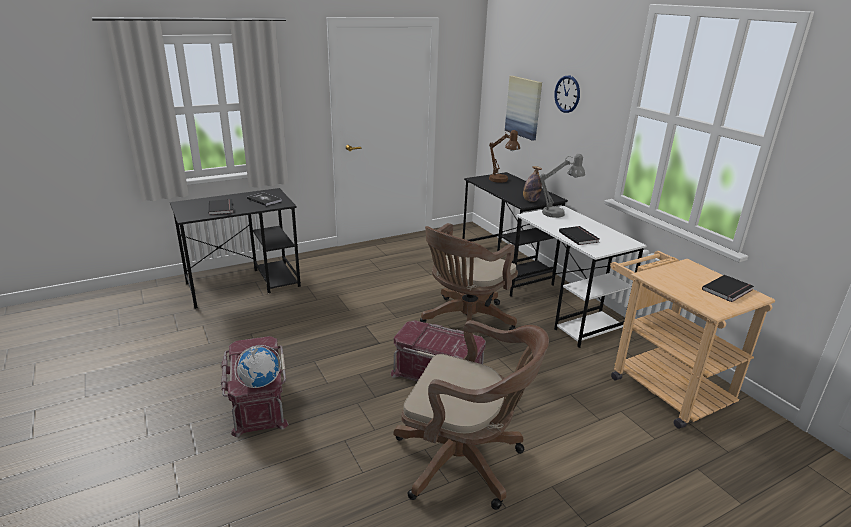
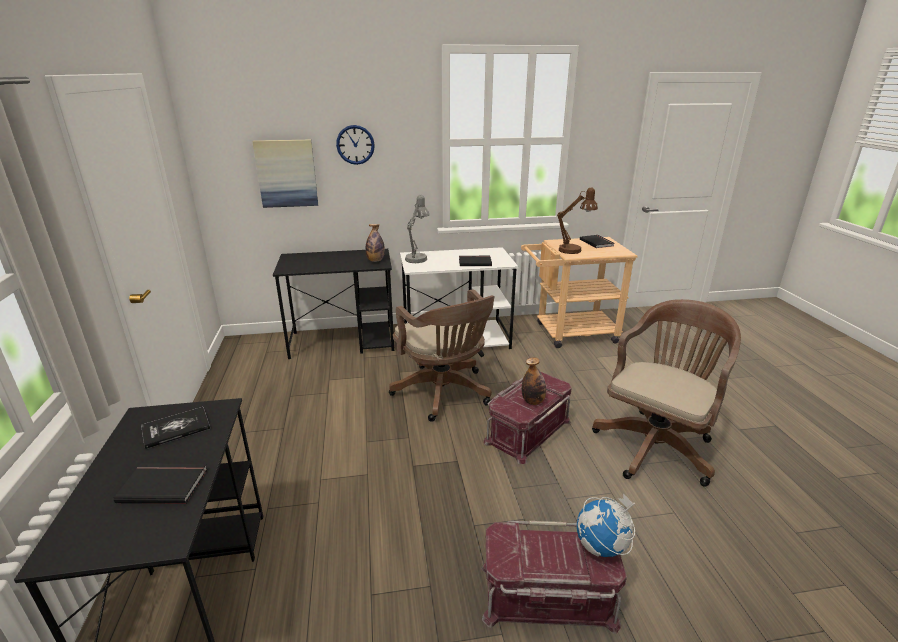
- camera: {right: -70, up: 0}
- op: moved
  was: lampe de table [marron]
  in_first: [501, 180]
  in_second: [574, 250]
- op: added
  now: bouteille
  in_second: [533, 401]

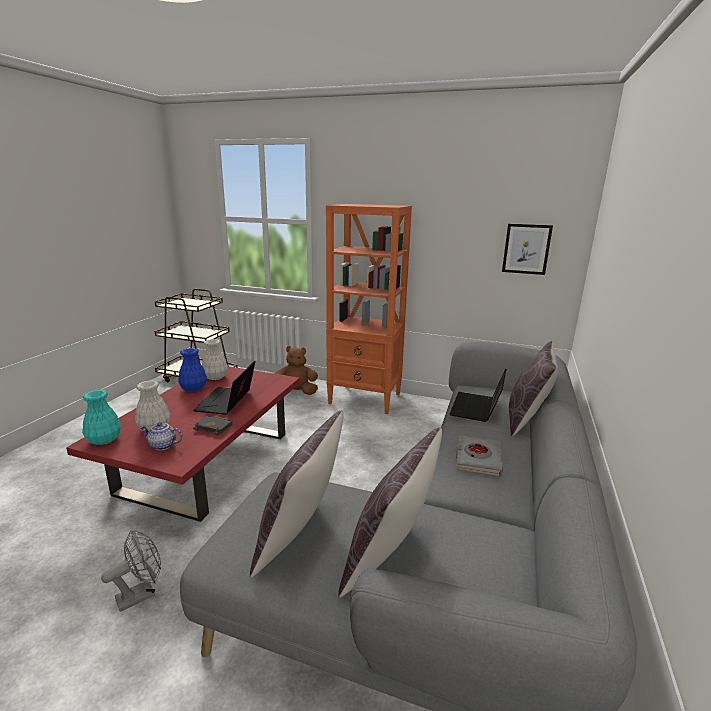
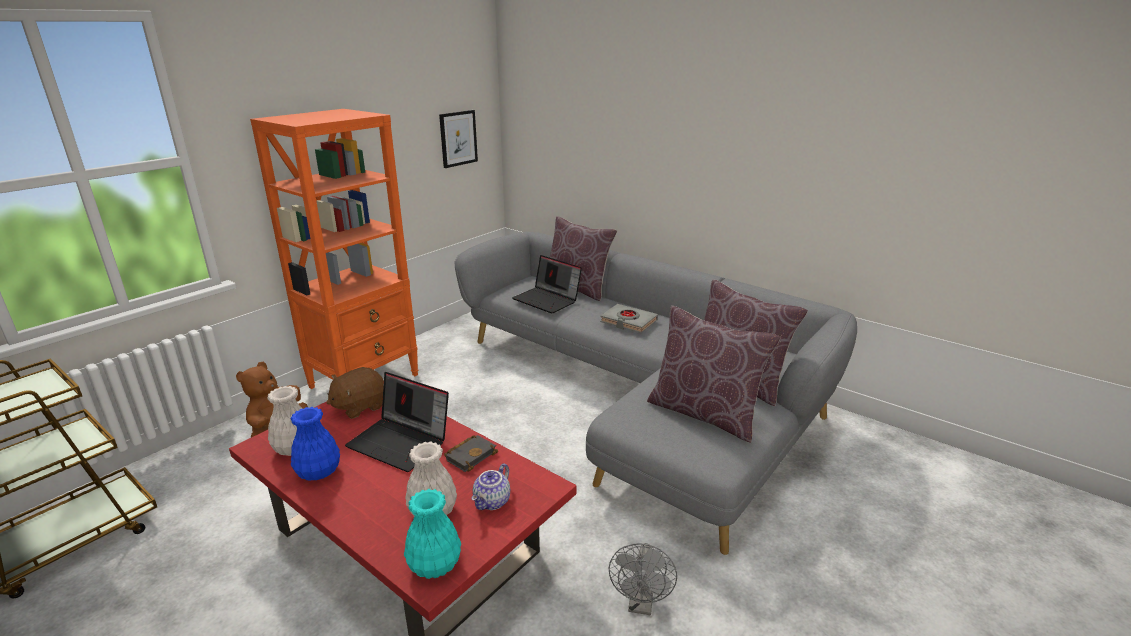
- camera: {right: -70, up: 5}
- op: turned
  was: ventilateur [gris]
  in_first: [141, 594]
  in_second: [641, 604]
  clockwise: -150
- op: added
  now: peluche [marron]
  in_second: [359, 406]

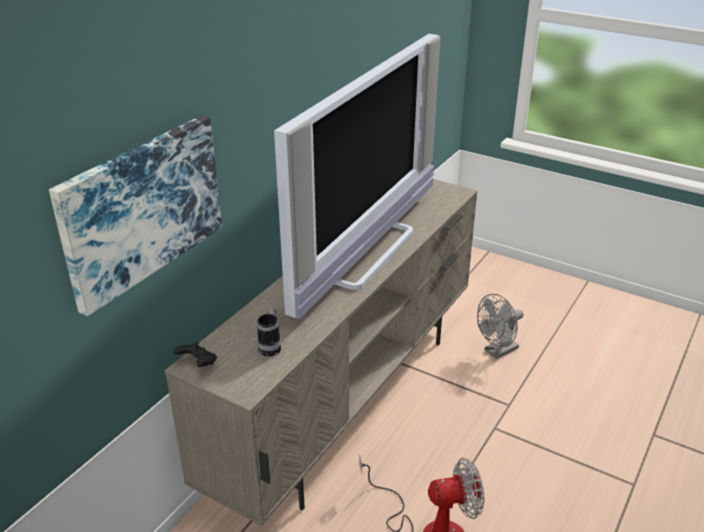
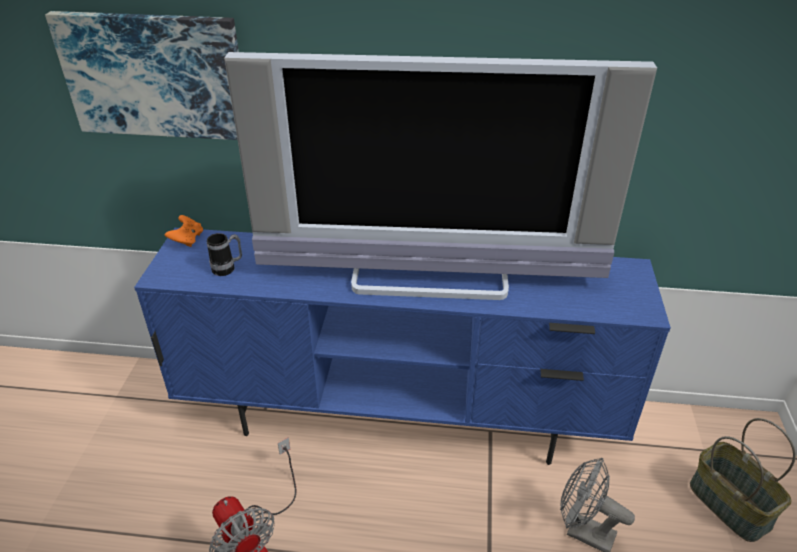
- camera: {right: 65, up: 5}
- op: recoloured
  was: meuble télé [beige]
  now: meuble télé [bleu]
  in_first: [350, 402]
  in_second: [401, 418]
- op: recoloured
  was: manette [noir]
  now: manette [orange]
  in_first: [198, 364]
  in_second: [187, 240]
- op: added
  now: panier
  in_second: [731, 505]

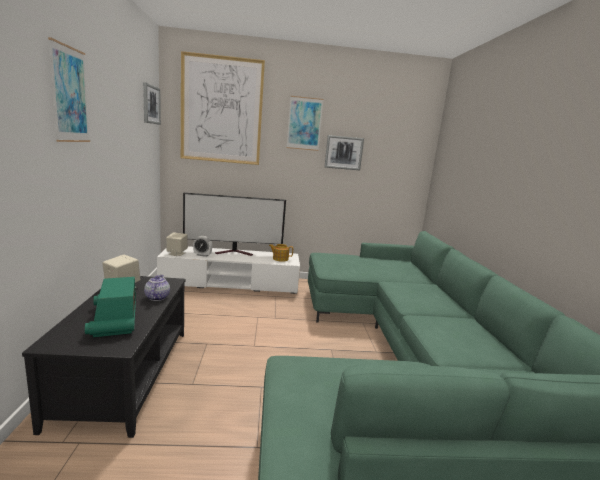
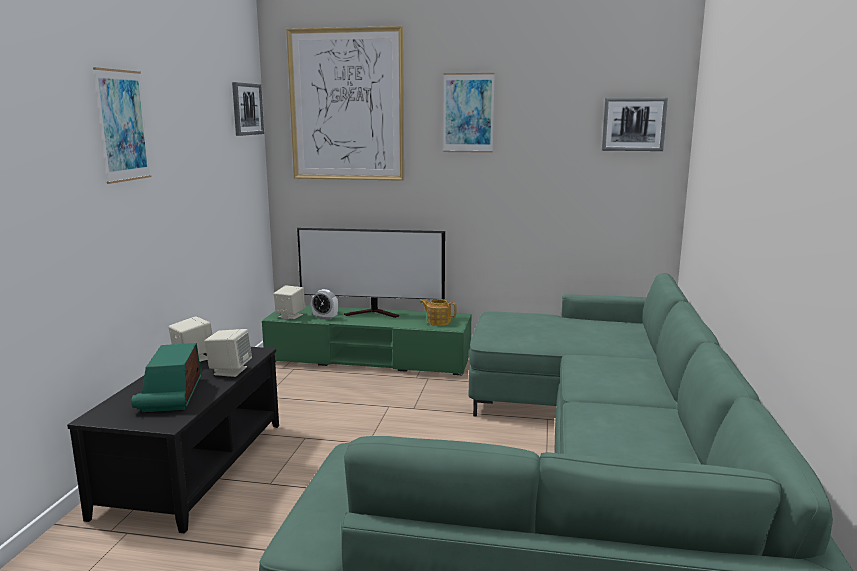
- camera: {right: 15, up: 0}
- op: replaced
  was: théière
  now: enceinte [beige]
  in_first: [157, 297]
  in_second: [230, 371]
- op: recoloured
  was: meuble télé [blanc]
  now: meuble télé [vert]
  in_first: [231, 283]
  in_second: [369, 358]
- op: moved
  was: tableau
  in_first: [343, 152]
  in_second: [633, 124]

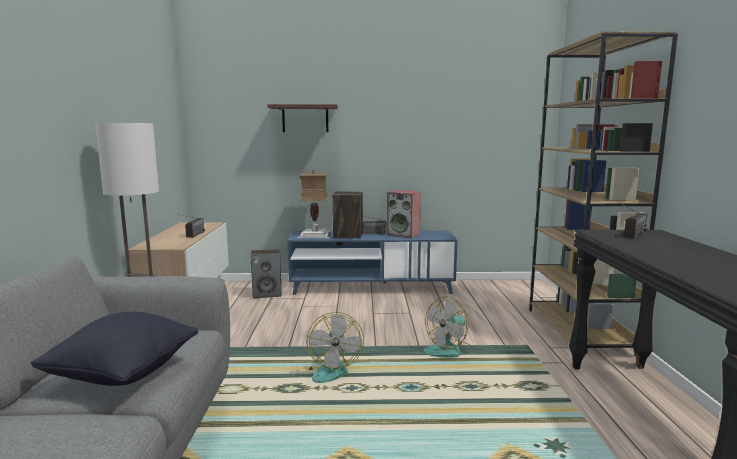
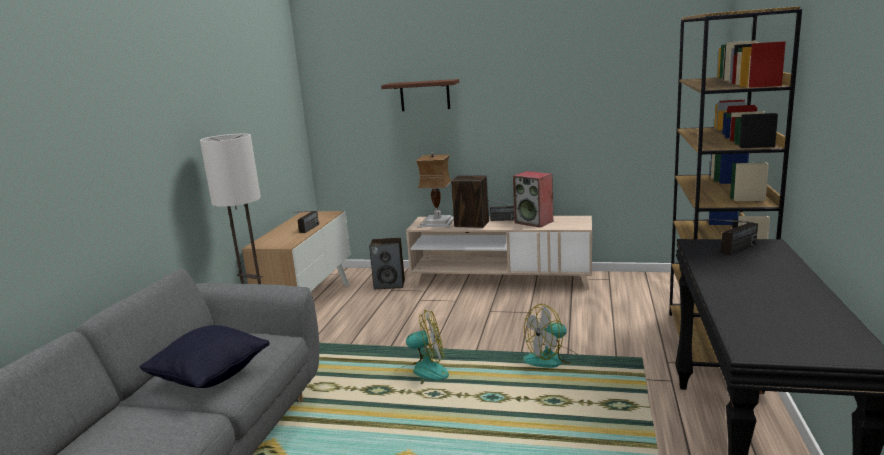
- camera: {right: 15, up: 5}
- op: recoloured
  was: meuble télé [bleu]
  now: meuble télé [beige]
  in_first: [372, 288]
  in_second: [501, 279]
- op: turned
  was: ventilateur
  in_first: [330, 370]
  in_second: [421, 373]
  clockwise: -105

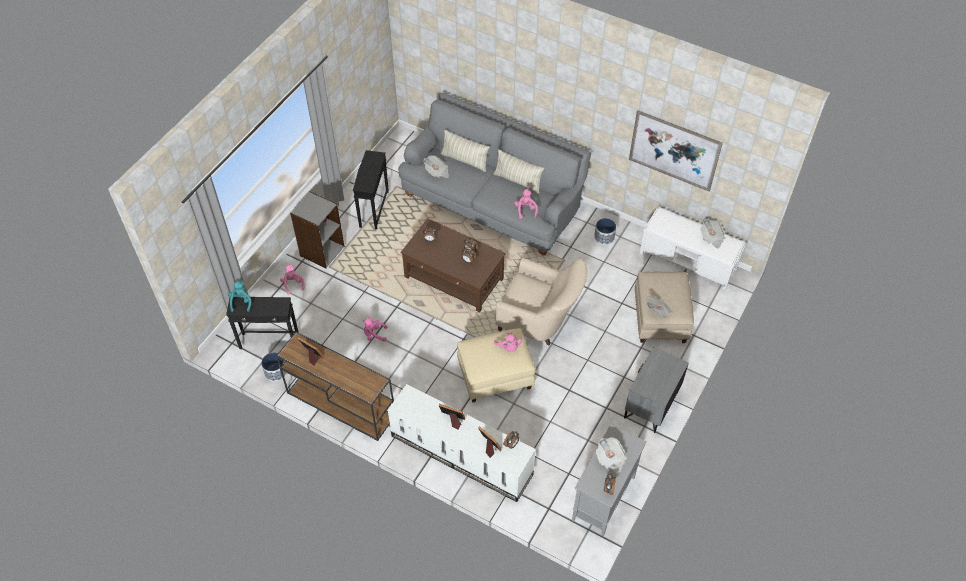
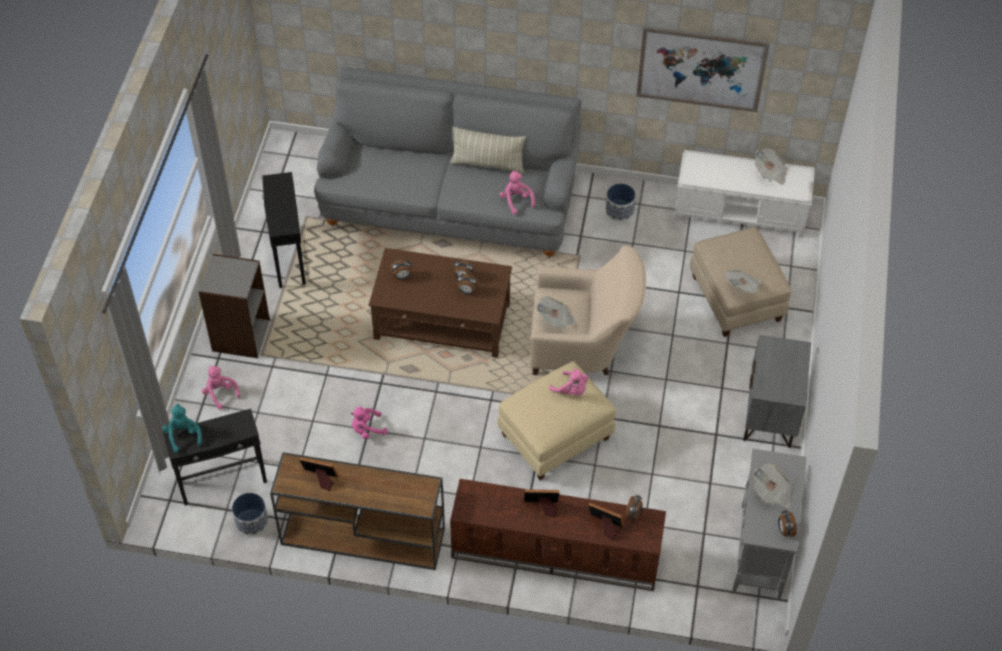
- camera: {right: -20, up: 0}
- op: recoloured
  was: meuble télé [blanc]
  now: meuble télé [marron]
  in_first: [460, 455]
  in_second: [554, 554]
- op: moved
  was: journal
  in_first: [437, 172]
  in_second: [556, 320]
- op: removed
  was: coussin
  in_first: [464, 160]

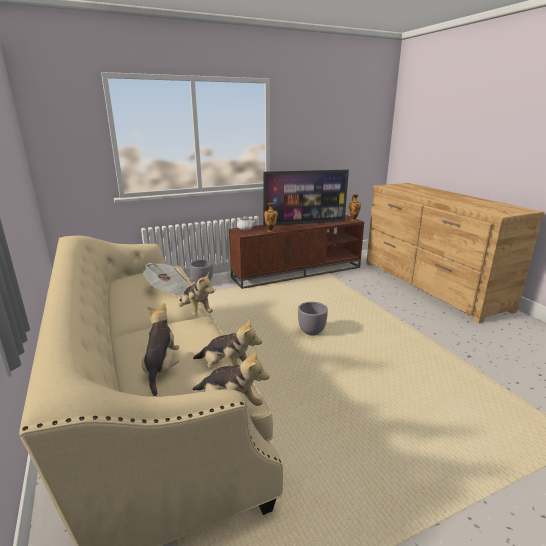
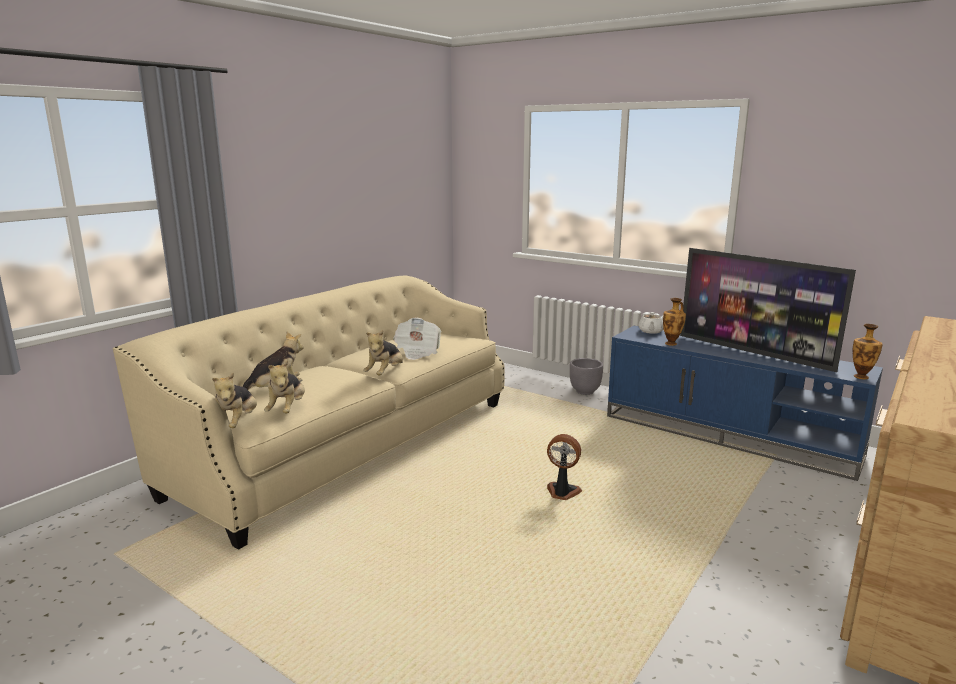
- camera: {right: 60, up: -5}
- op: recoloured
  was: meuble télé [marron]
  now: meuble télé [bleu]
  in_first: [297, 272]
  in_second: [729, 435]
- op: replaced
  was: cache-pot [gris]
  now: ventilateur
  in_first: [311, 332]
  in_second: [562, 492]

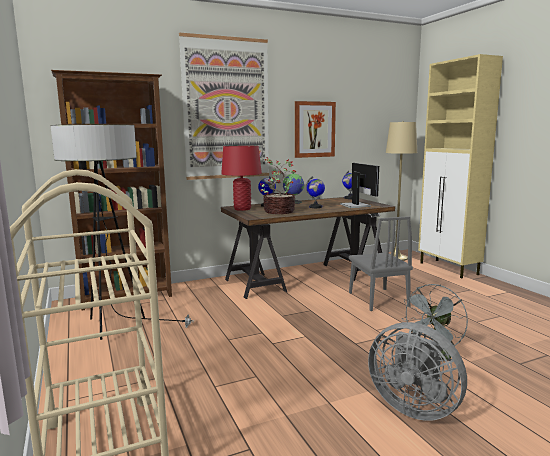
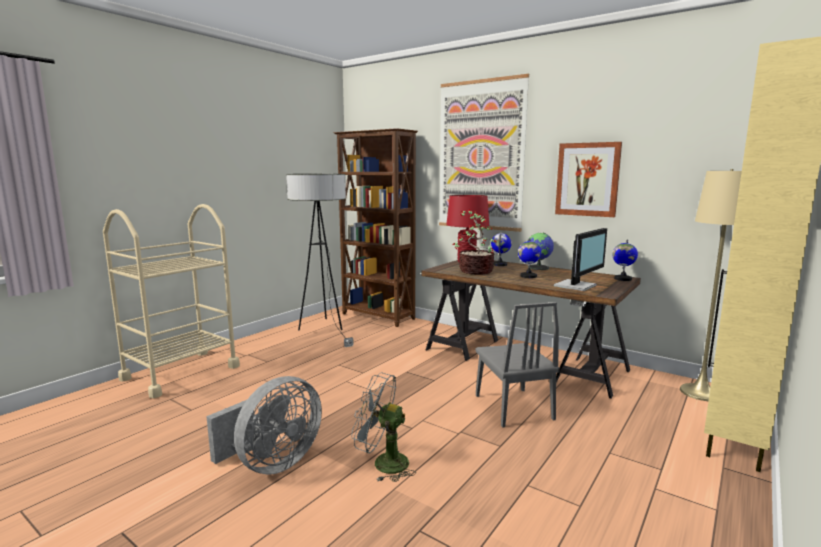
- camera: {right: 60, up: 0}
- op: turned
  was: chaise [gris]
  in_first: [378, 299]
  in_second: [513, 407]
  clockwise: -60
- op: turned
  was: ventilateur [gris]
  in_first: [413, 406]
  in_second: [272, 464]
  clockwise: -150

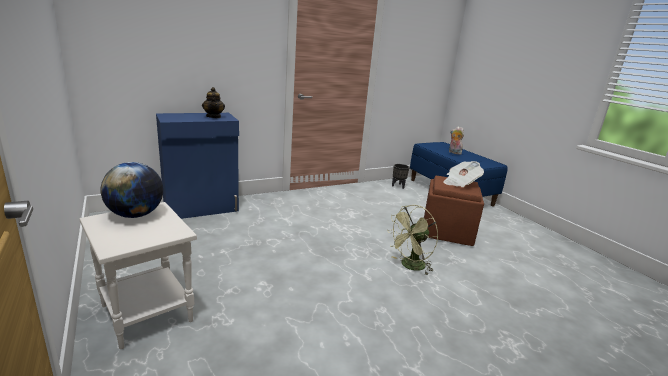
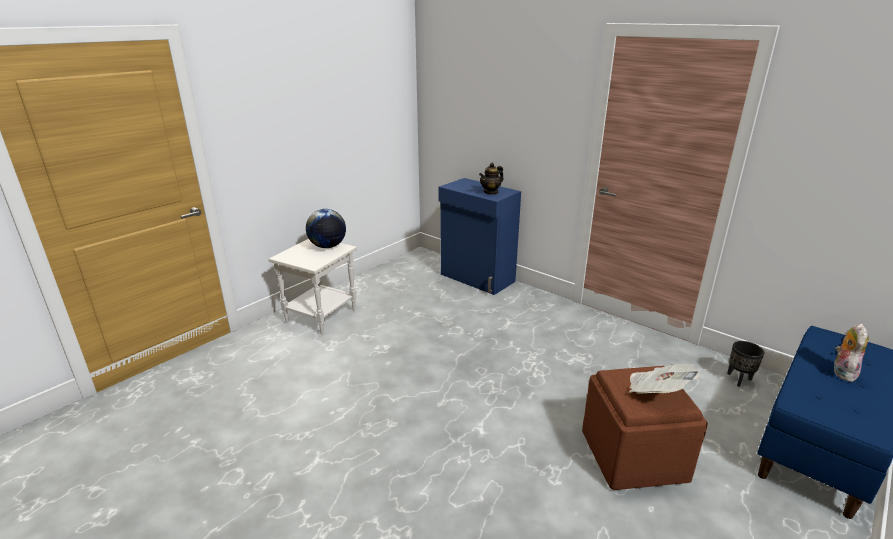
- camera: {right: 70, up: 5}
- op: removed
  was: ventilateur [vert]
  in_first: [410, 266]

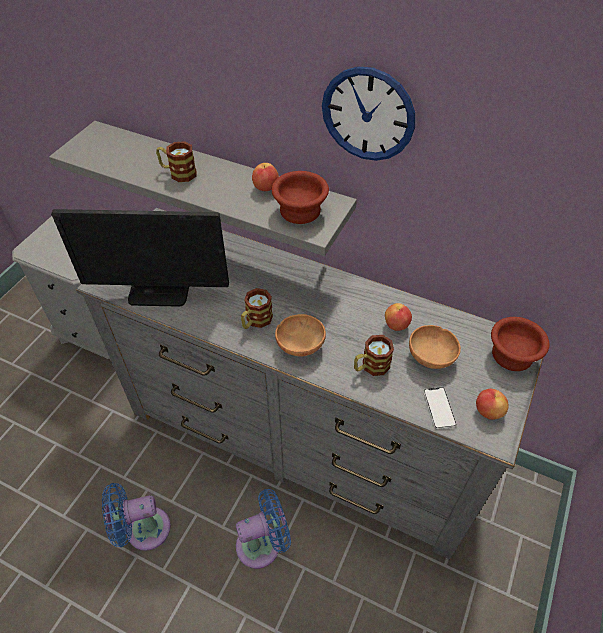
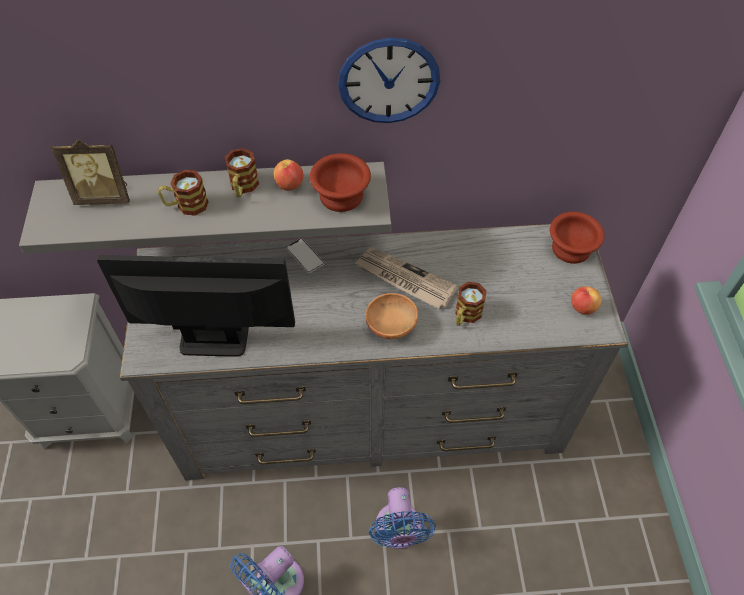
- camera: {right: -30, up: 5}
- op: turned
  was: écran d'ordinateur
  in_first: [159, 291]
  in_second: [214, 337]
  clockwise: -150
- op: turned
  was: ventilateur [bleu]
  in_first: [263, 544]
  in_second: [398, 531]
  clockwise: 135
- op: moved
  was: mug
  in_first: [255, 321]
  in_second: [243, 187]
- op: removed
  was: pomme
  in_first: [396, 325]
- op: removed
  was: bol [marron]
  in_first: [432, 357]
- op: moved
  was: téléphone
  in_first: [439, 408]
  in_second: [305, 256]
- op: added
  now: cadre photo
  in_second: [105, 196]
- op: added
  now: journal
  in_second: [404, 279]

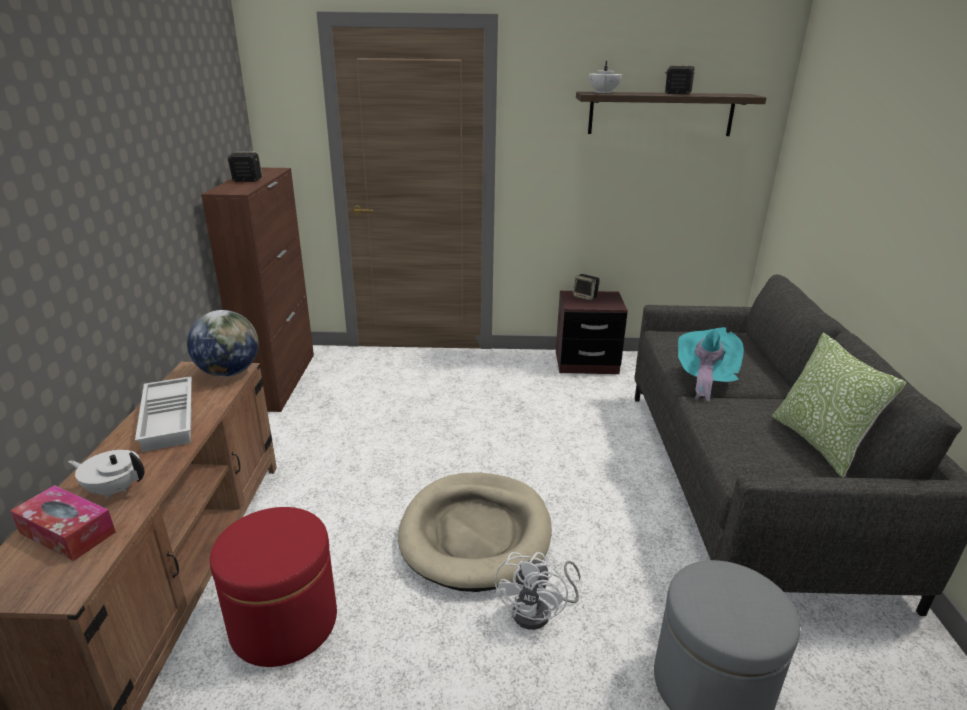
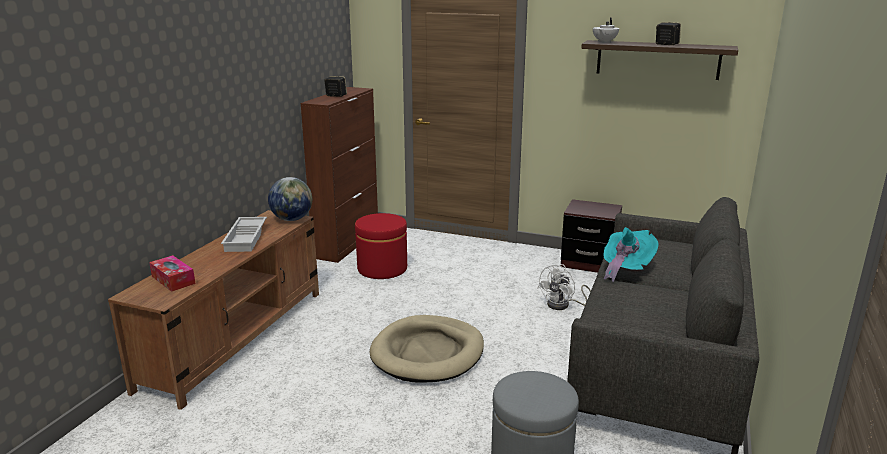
- camera: {right: 20, up: -5}
- op: removed
  was: théière [blanc]
  in_first: [114, 489]
- op: moved
  was: pouf [rouge]
  in_first: [284, 623]
  in_second: [382, 269]
- op: moved
  was: ventilateur [blanc]
  in_first: [539, 611]
  in_second: [563, 305]
- op: removed
  was: enceinte
  in_first: [585, 297]
- op: removed
  was: coussin
  in_first: [818, 443]

